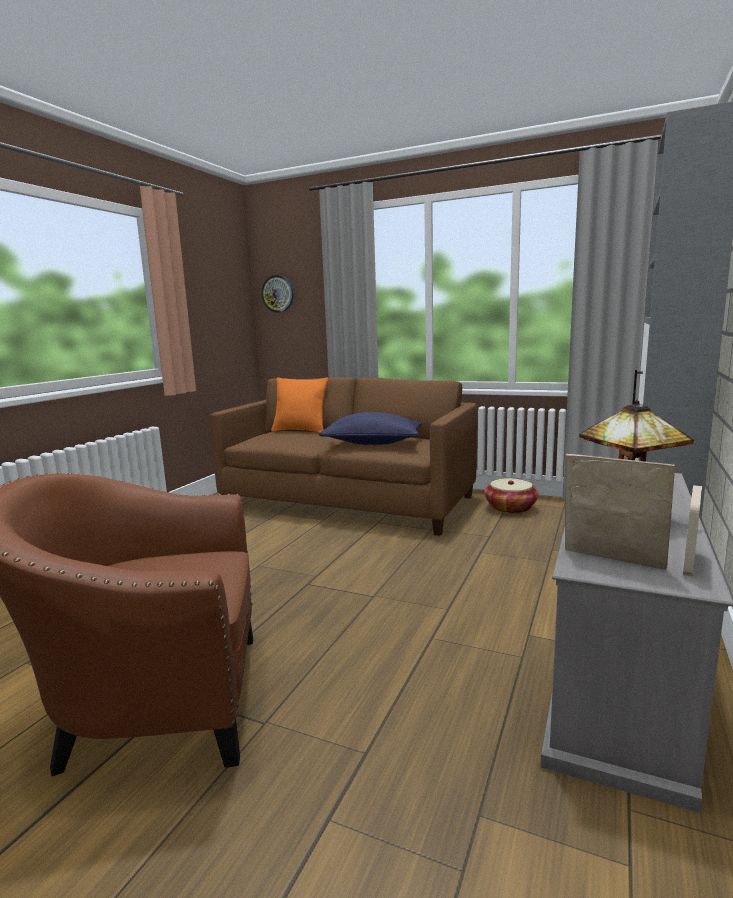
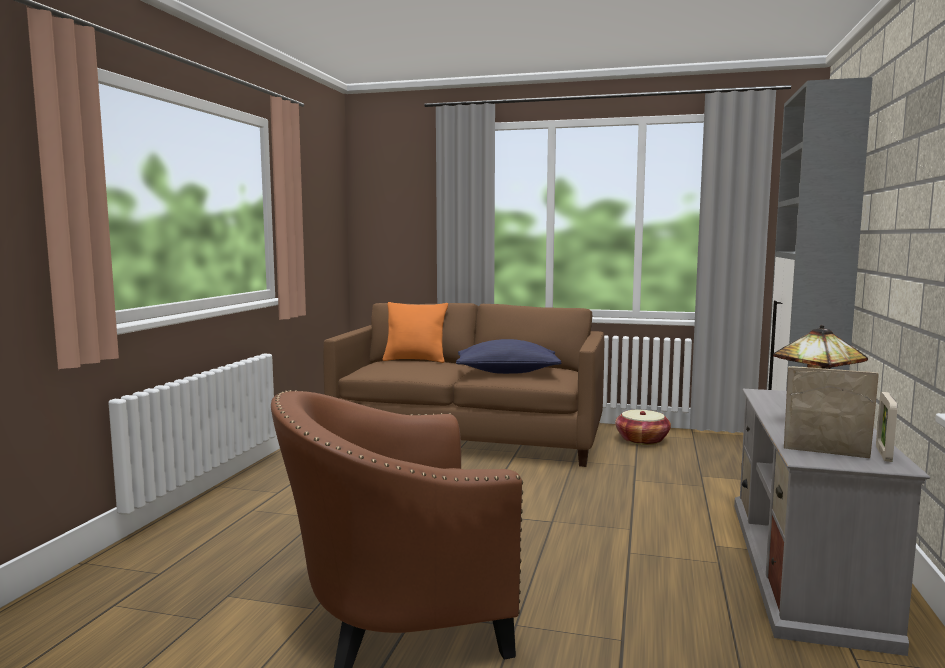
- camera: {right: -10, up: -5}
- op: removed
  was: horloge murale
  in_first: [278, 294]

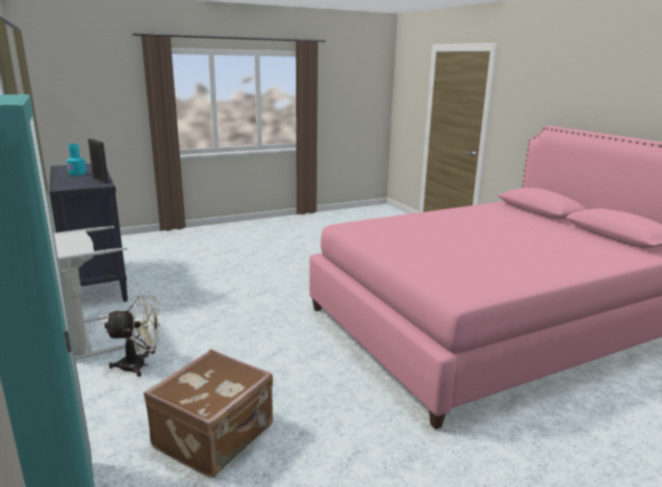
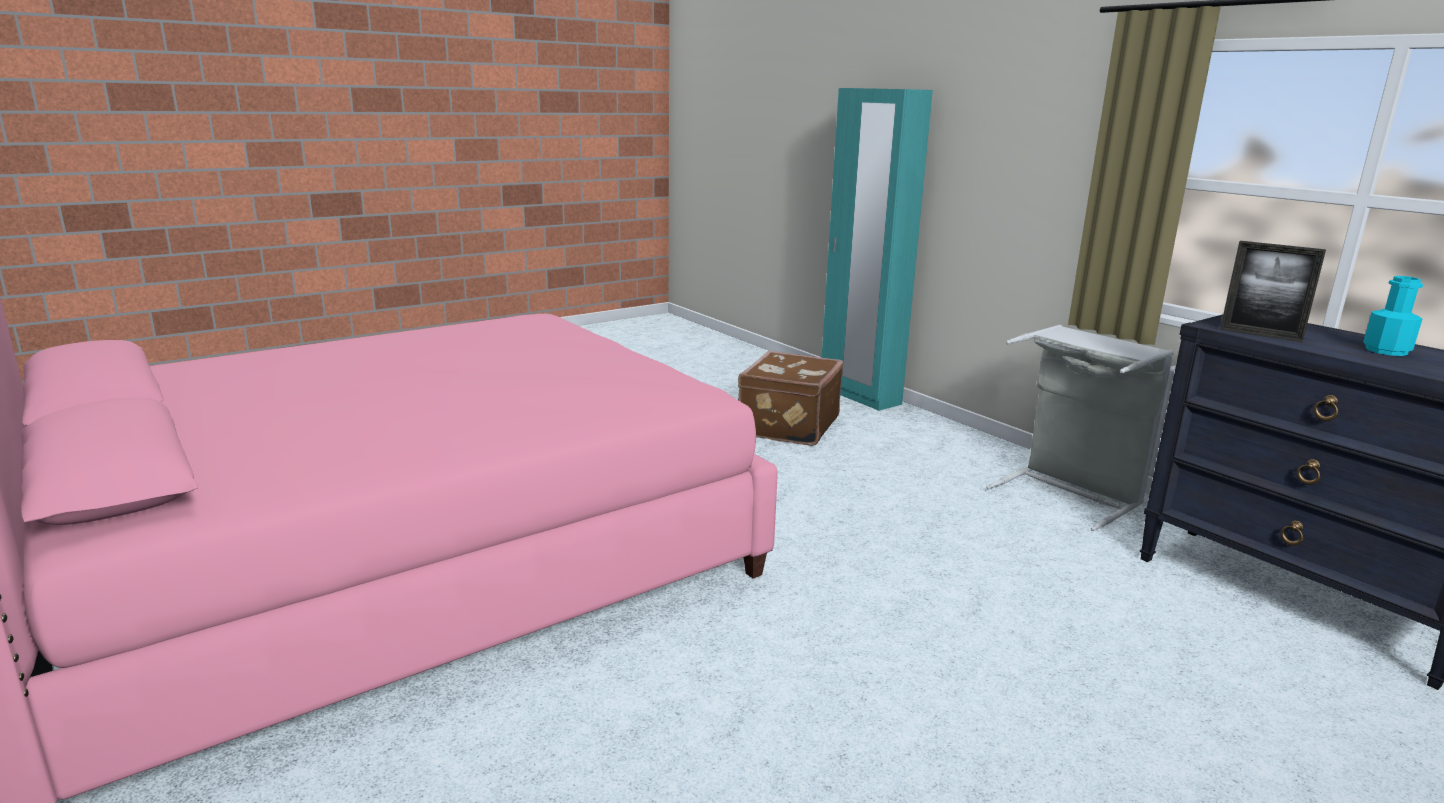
- camera: {right: 170, up: 0}
- op: removed
  was: ventilateur [beige]
  in_first: [140, 365]

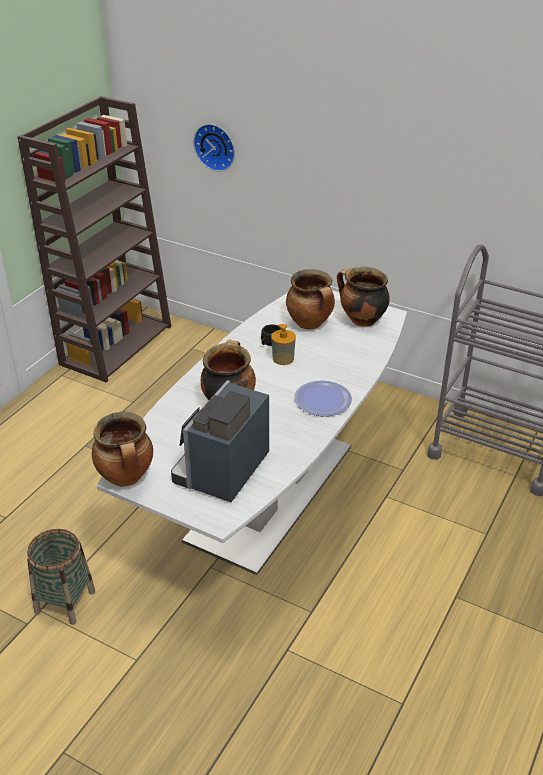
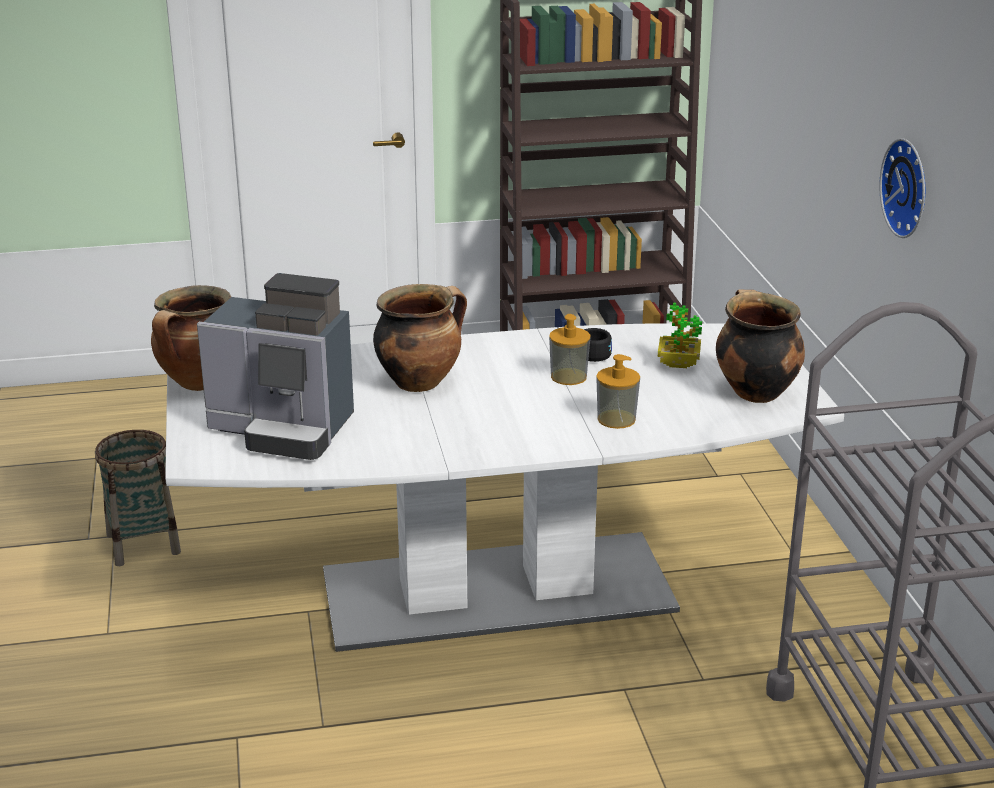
- camera: {right: 50, up: -10}
- op: turned
  was: machine à café
  in_first: [222, 472]
  in_second: [284, 429]
  clockwise: -150
- op: moved
  was: horloge murale
  in_first: [216, 146]
  in_second: [909, 187]
- op: replaced
  was: marmite
  now: plante en pot
  in_first: [310, 324]
  in_second: [678, 363]
- op: removed
  was: assiette
  in_first: [322, 400]
- op: added
  now: distributeur de savon
  in_second: [616, 419]

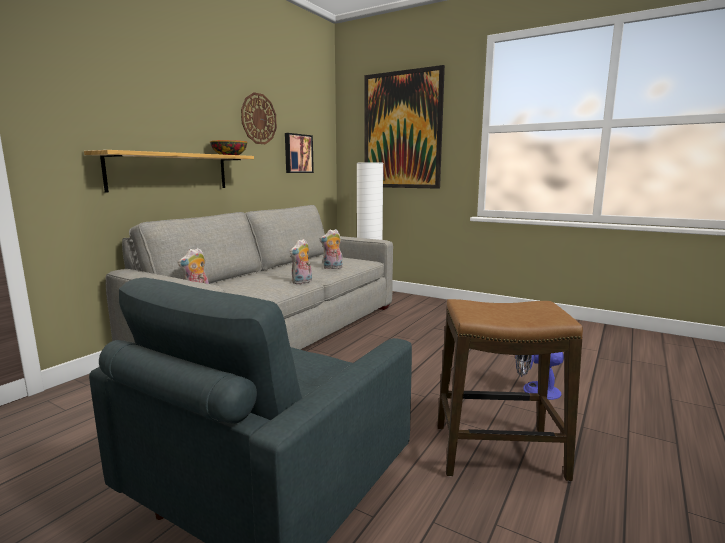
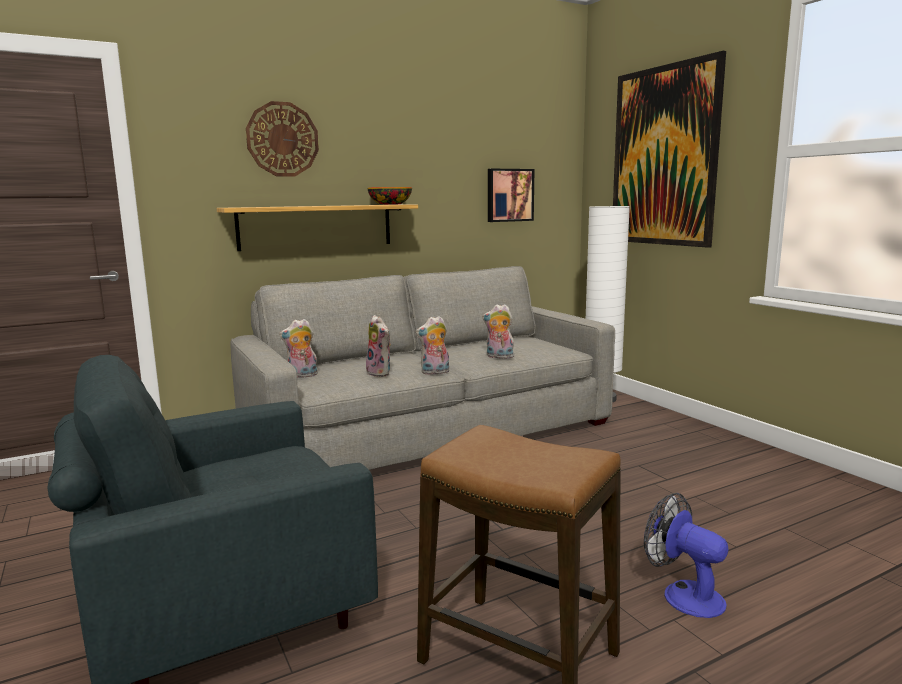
- camera: {right: 30, up: 0}
- op: moved
  was: horloge murale
  in_first: [258, 119]
  in_second: [282, 139]
- op: added
  now: peluche
  in_second: [381, 373]

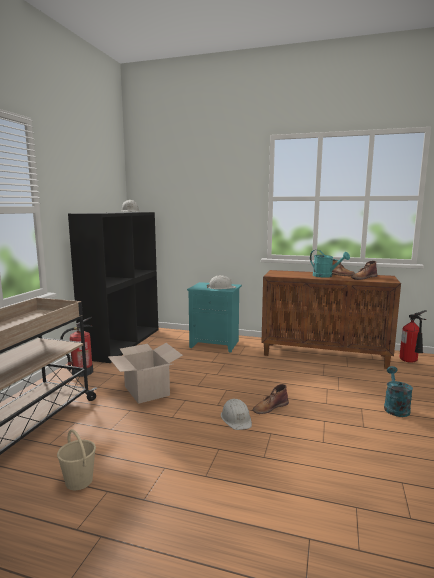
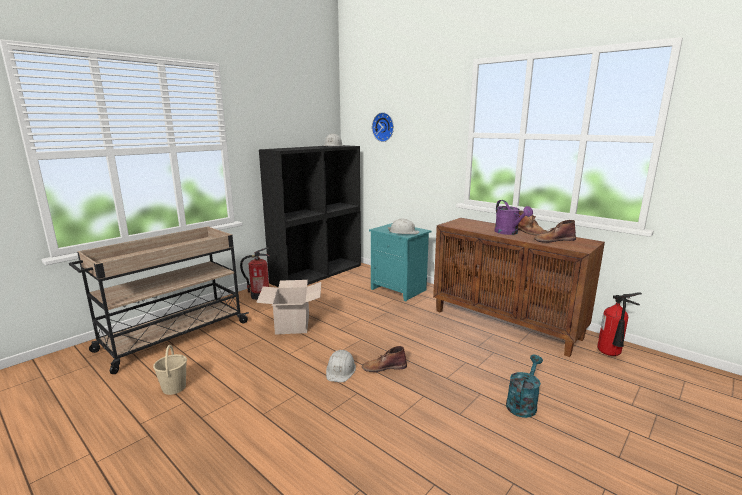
- camera: {right: 25, up: 5}
- op: recoloured
  was: arrosoir [turquoise]
  now: arrosoir [violet]
  in_first: [326, 276]
  in_second: [509, 233]
- op: added
  now: horloge murale
  in_second: [384, 127]

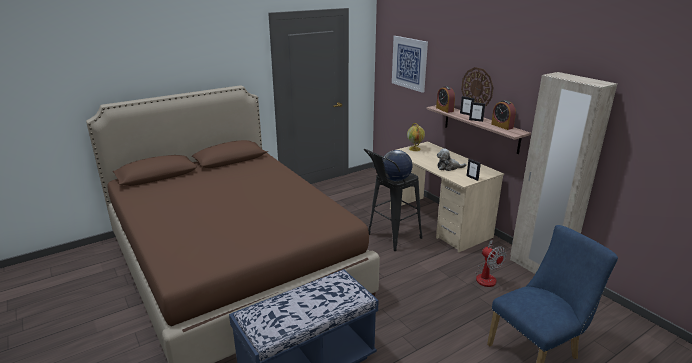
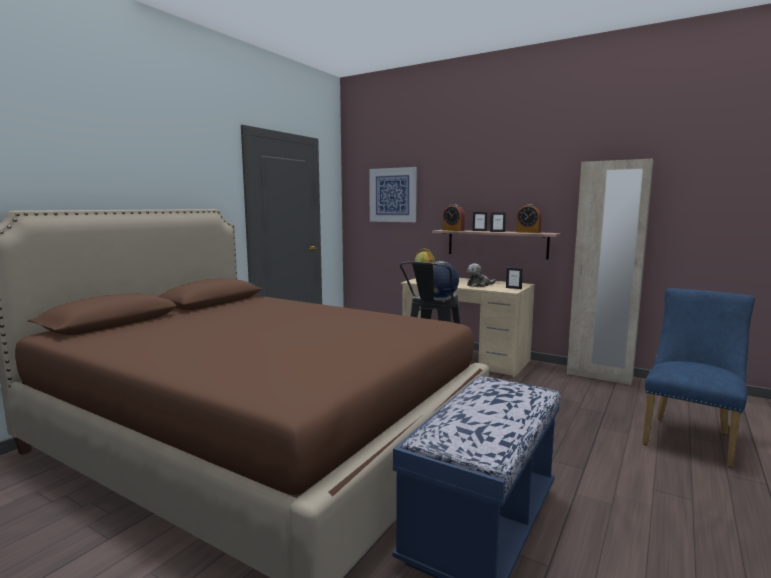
- camera: {right: -25, up: -15}
- op: removed
  was: horloge murale
  in_first: [477, 88]
- op: removed
  was: ventilateur
  in_first: [487, 276]

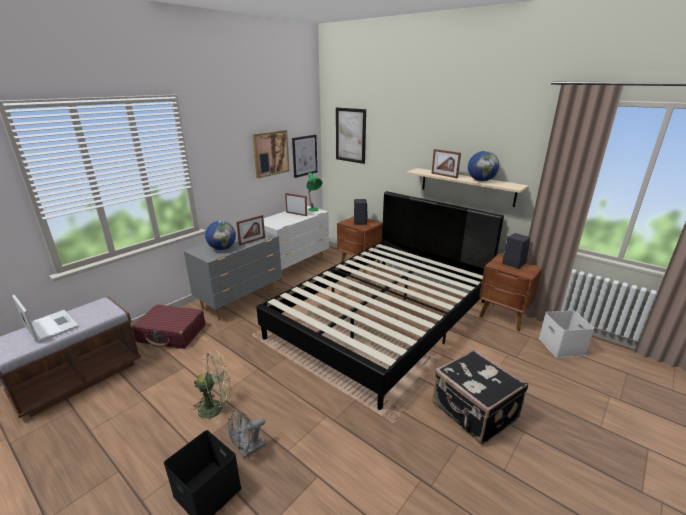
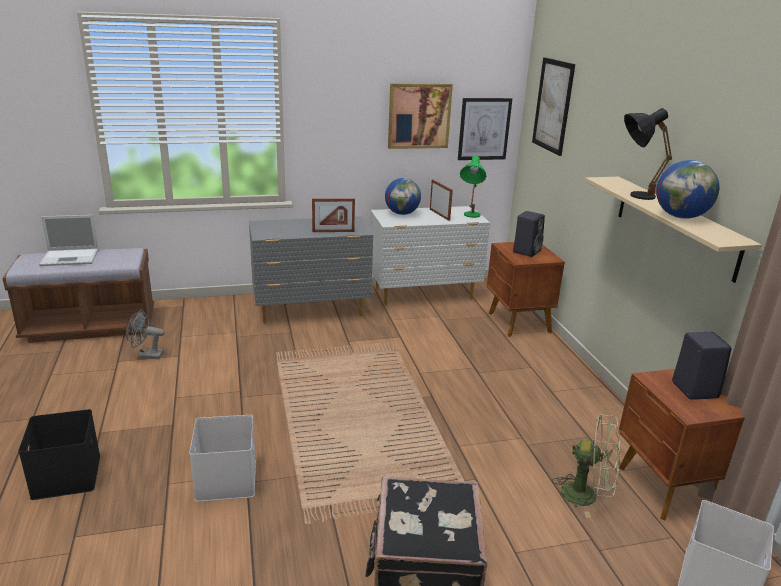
- camera: {right: 35, up: 0}
- op: turned
  was: ordinateur portable
  in_first: [51, 326]
  in_second: [71, 257]
  clockwise: 90
- op: removed
  was: valise [rouge]
  in_first: [172, 334]
- op: moved
  was: ventilateur [vert]
  in_first: [216, 407]
  in_second: [587, 495]
- op: moved
  was: globe
  in_first: [222, 248]
  in_second: [402, 213]
- op: moved
  was: ventilateur [gris]
  in_first: [248, 450]
  in_second: [146, 355]
- op: removed
  was: lit [noir]
  in_first: [383, 318]
- op: replaced
  was: cadre photo
  now: lampe de table [noir]
  in_first: [444, 175]
  in_second: [633, 195]
- op: added
  now: boîte de rangement [blanc]
  in_second: [225, 478]

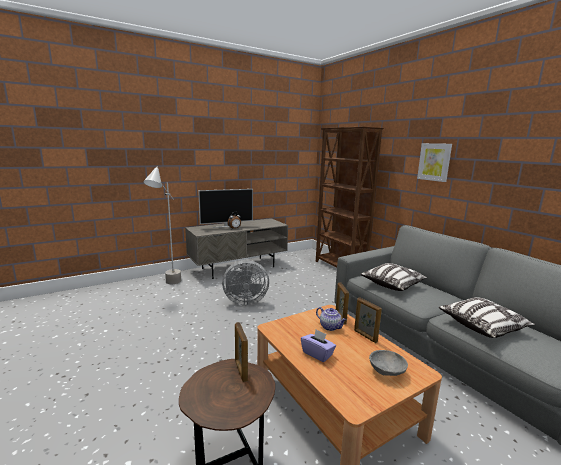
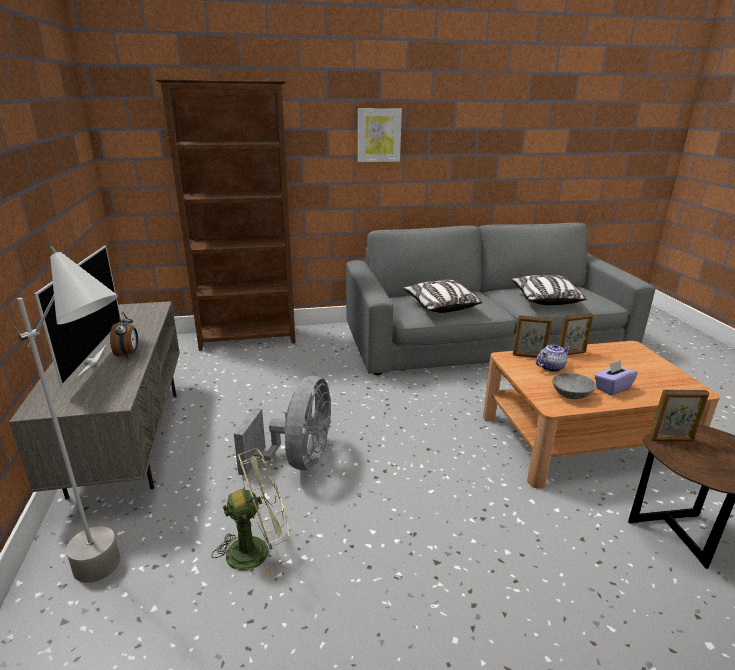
- camera: {right: -70, up: 10}
- op: moved
  was: bol [gris]
  in_first: [387, 372]
  in_second: [571, 394]
- op: added
  now: ventilateur [vert]
  in_second: [257, 549]

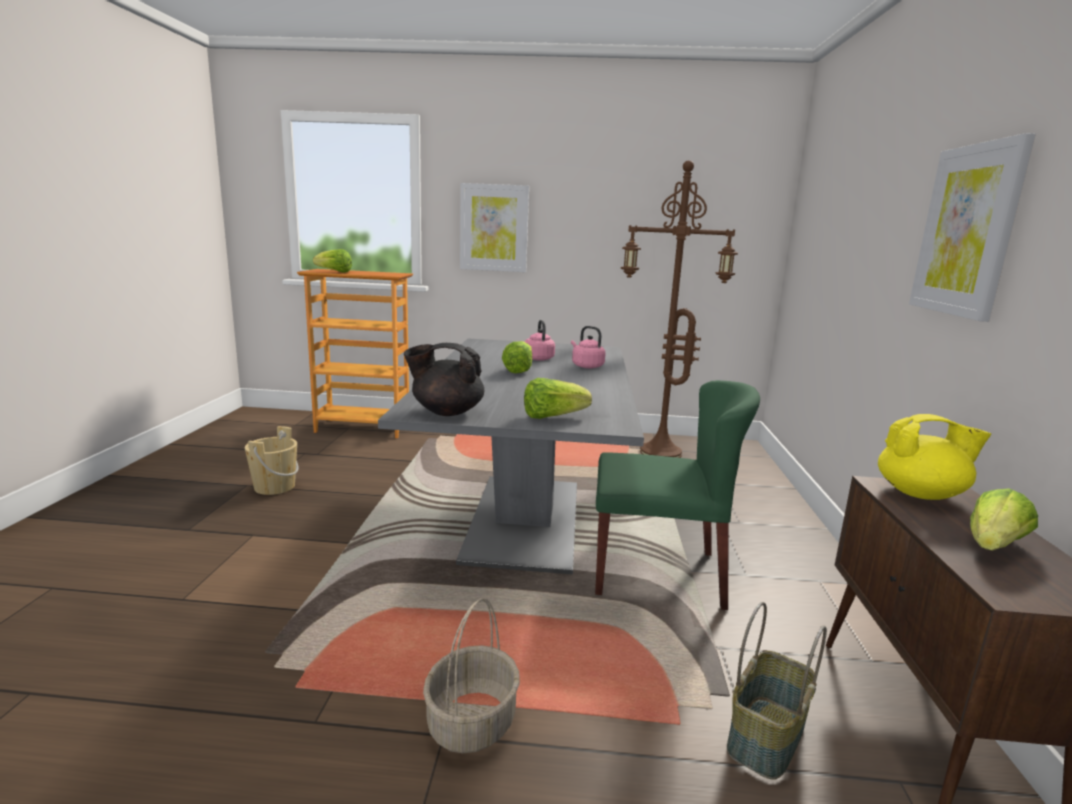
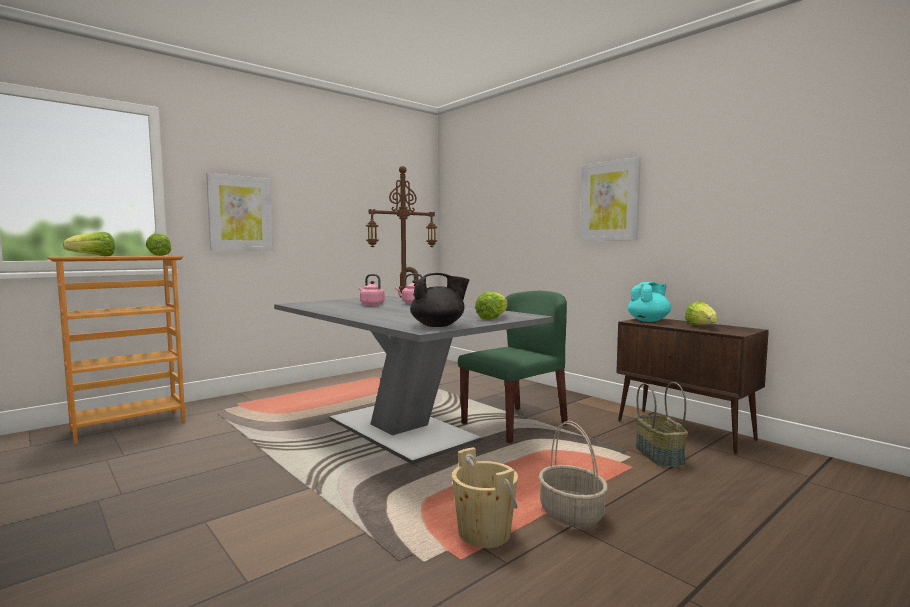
- camera: {right: -45, up: -10}
- op: moved
  was: seau [beige]
  in_first: [274, 487]
  in_second: [484, 533]
- op: turned
  was: théière [noir]
  in_first: [446, 412]
  in_second: [438, 326]
  clockwise: -150
- op: moved
  was: laitue
  in_first: [519, 370]
  in_second: [158, 255]
- op: recoloured
  was: théière [jaune]
  now: théière [turquoise]
  in_first: [921, 494]
  in_second: [649, 321]

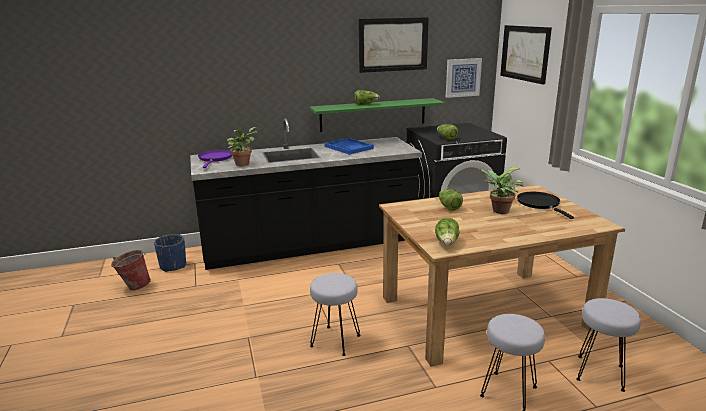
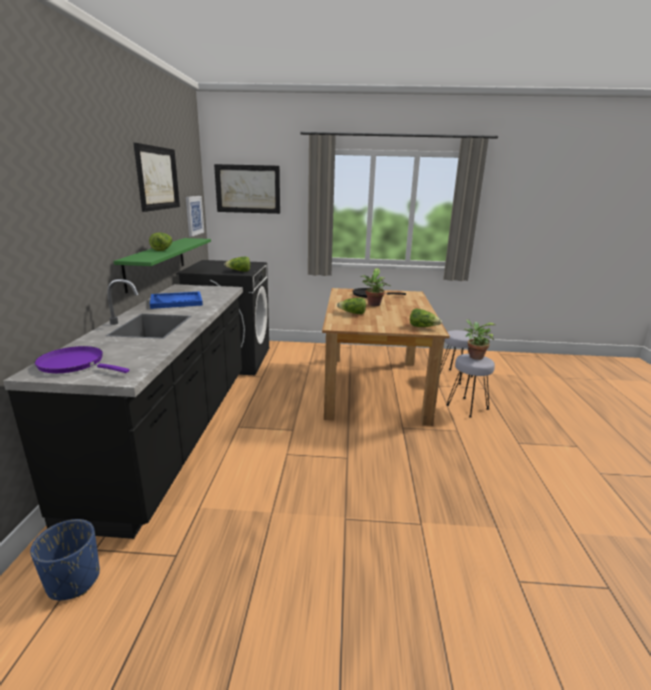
- camera: {right: -70, up: 0}
- op: removed
  was: seau
  in_first: [134, 286]
- op: moved
  was: plante en pot
  in_first: [243, 163]
  in_second: [474, 356]
- op: removed
  was: tabouret [gris]
  in_first: [335, 340]

